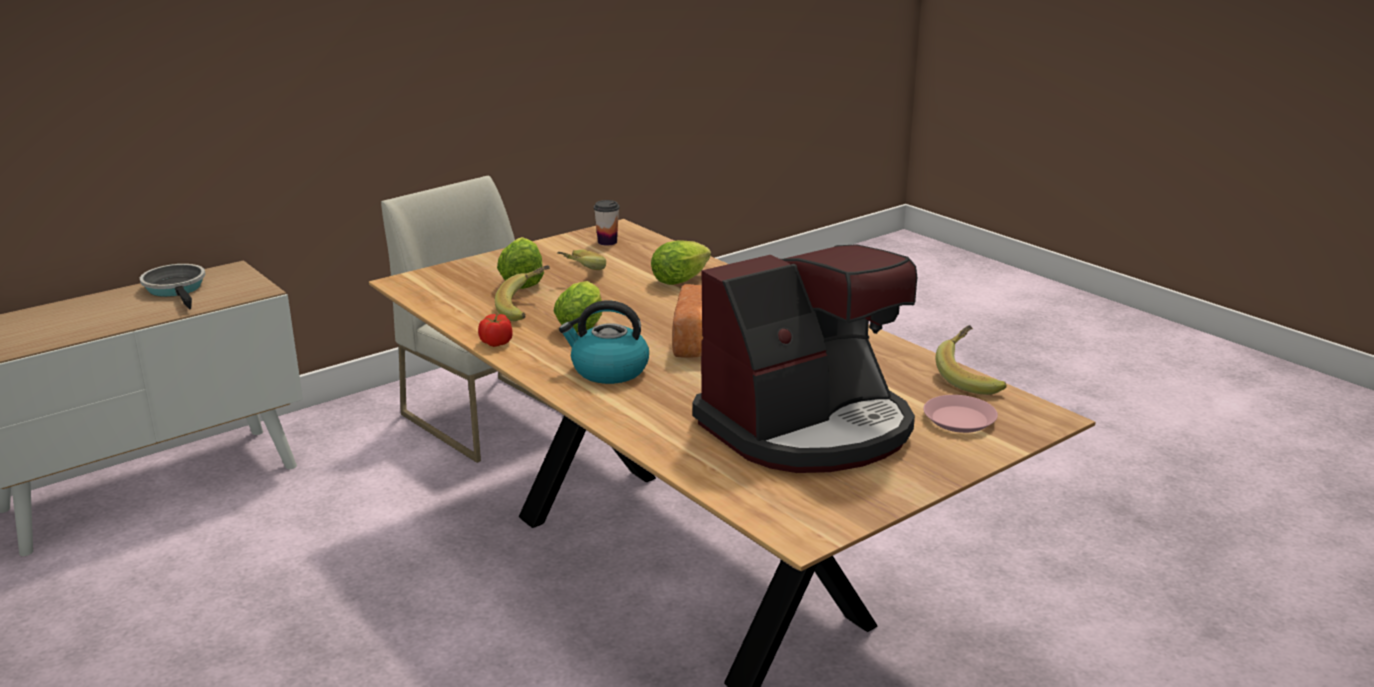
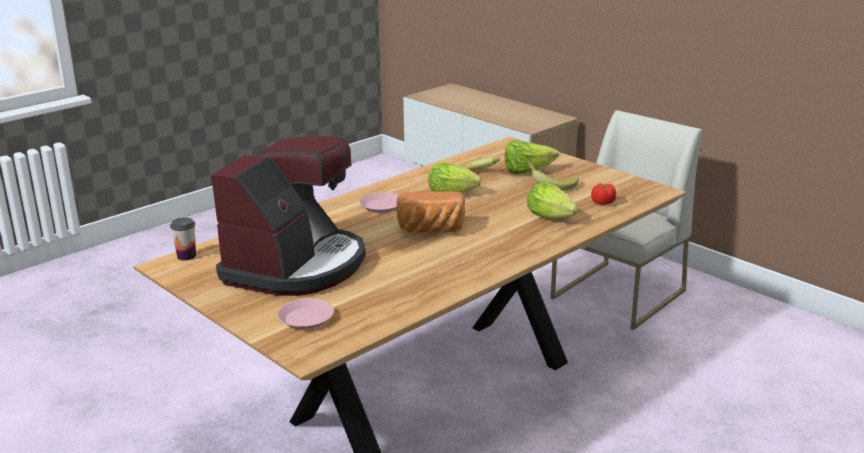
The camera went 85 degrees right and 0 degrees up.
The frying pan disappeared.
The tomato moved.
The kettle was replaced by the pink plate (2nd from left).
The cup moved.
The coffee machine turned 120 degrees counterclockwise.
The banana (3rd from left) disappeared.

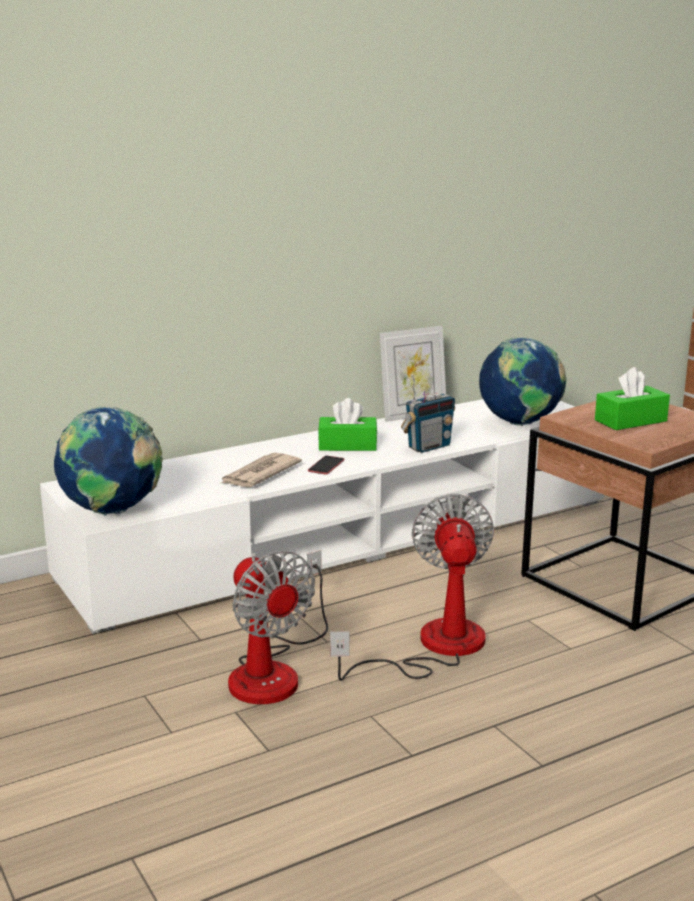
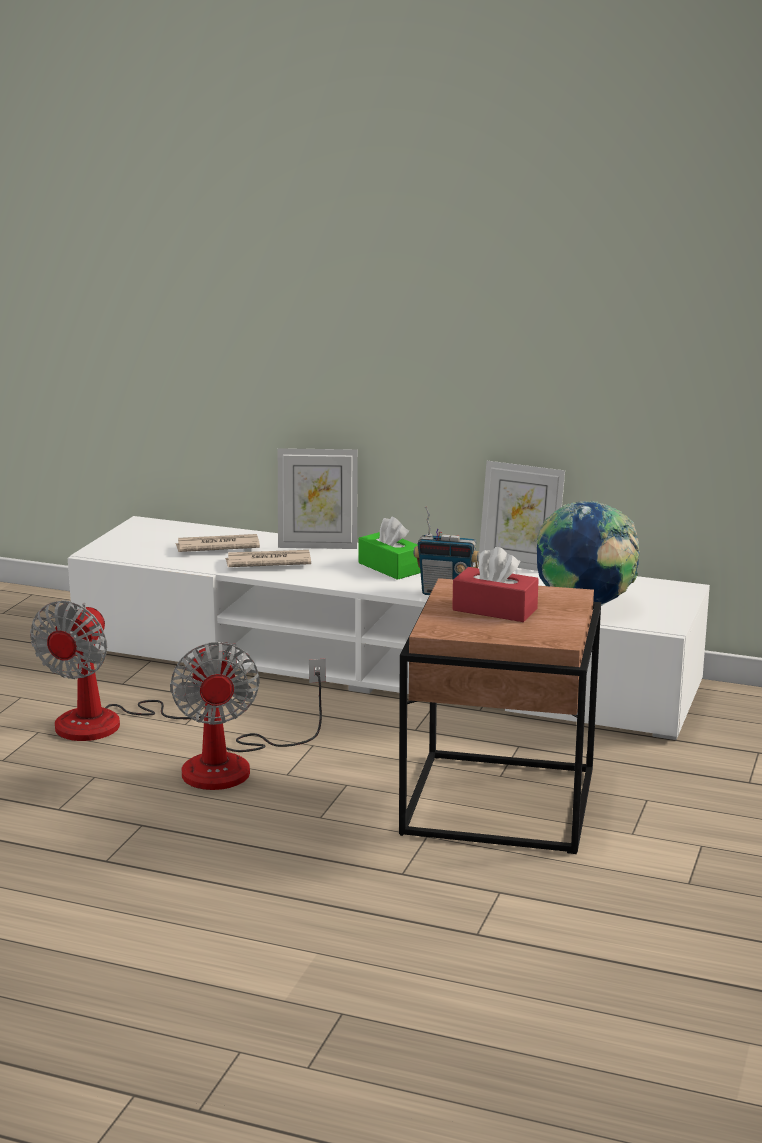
The camera went 50 degrees right and 0 degrees up.
The globe (1st from left) disappeared.
The phone disappeared.
The fan (2nd from left) turned 120 degrees clockwise.
The green tissue box (2nd from left) became the red tissue box.
The newspaper (1st from left) appeared.
The picture frame (1st from left) appeared.

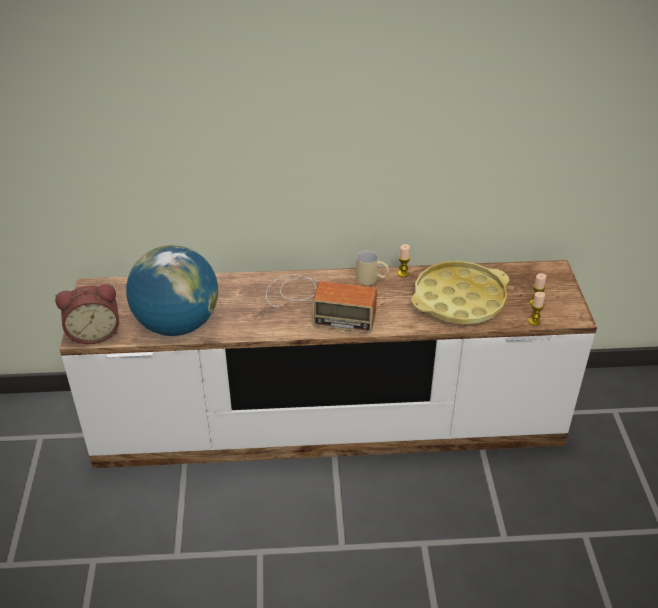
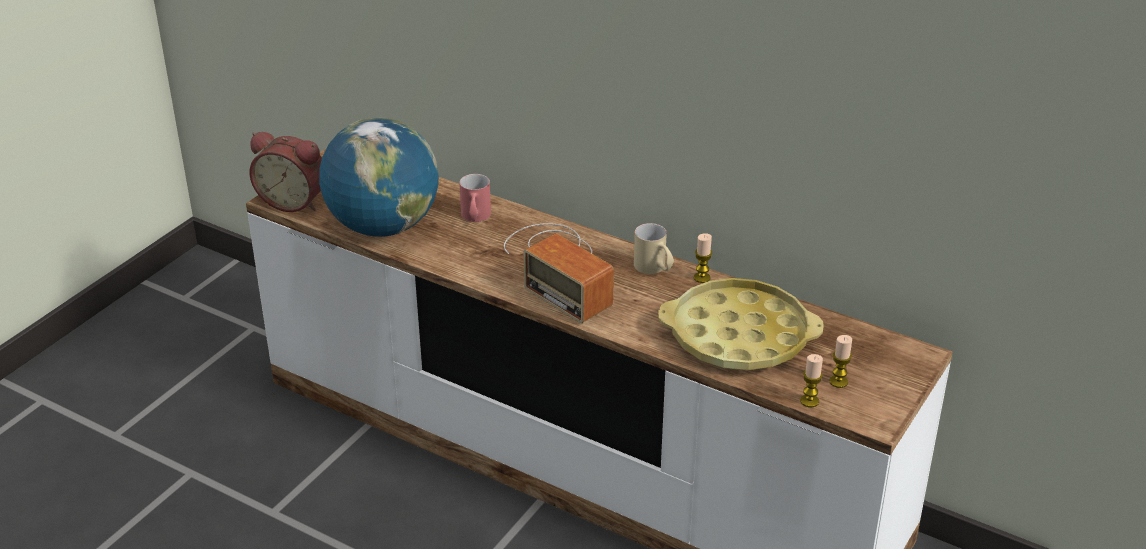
The camera went 35 degrees right and 5 degrees down.
The red mug appeared.

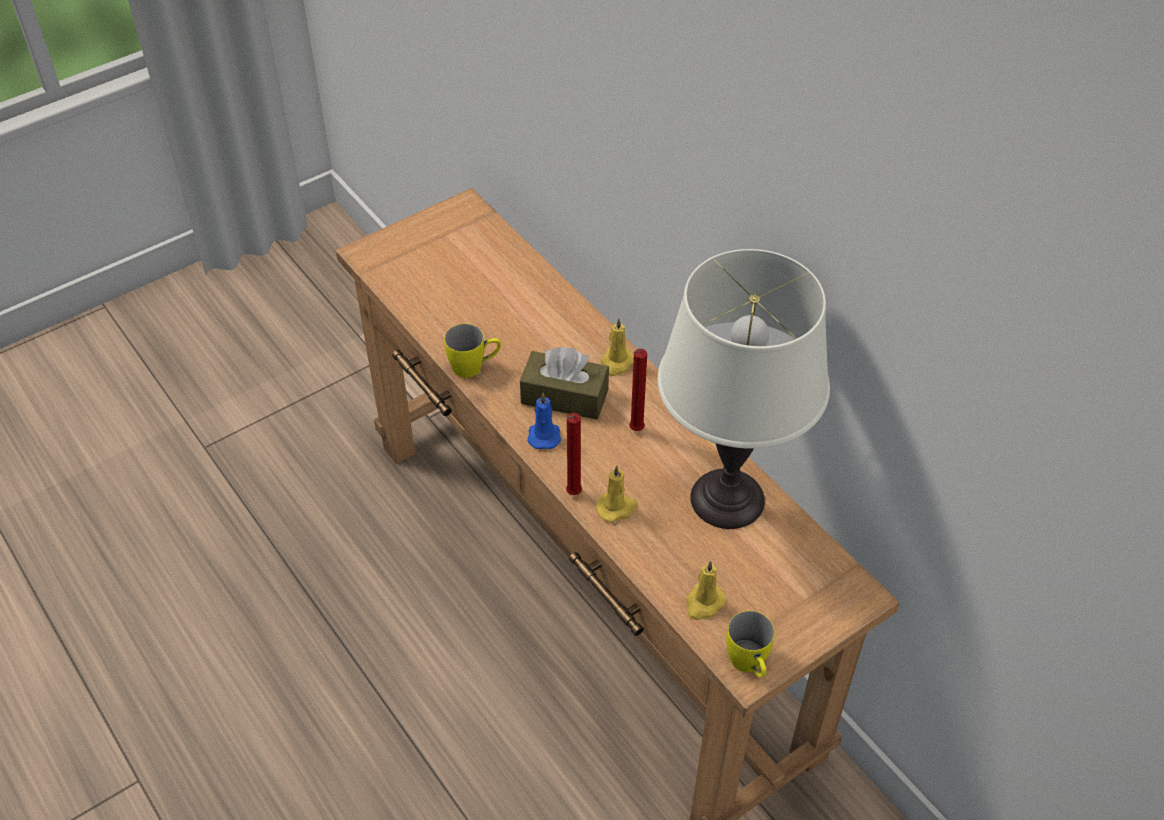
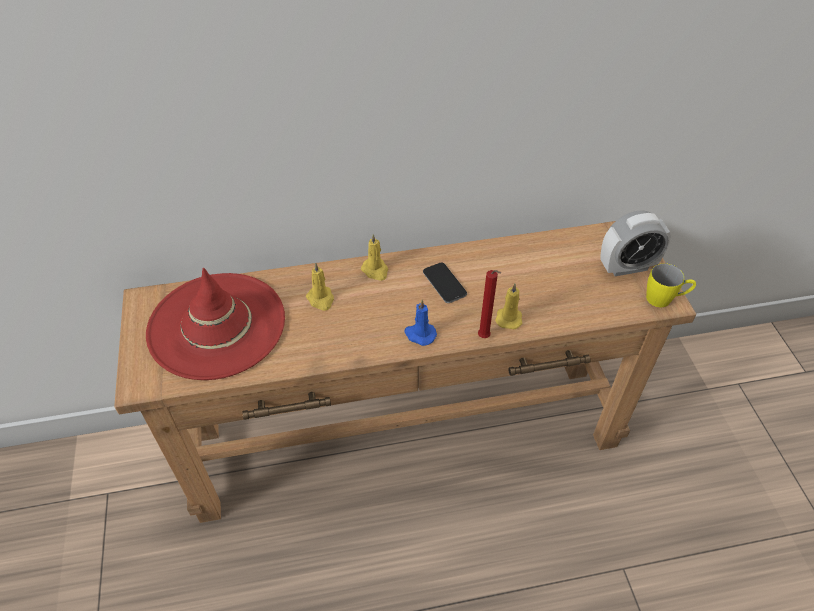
The camera went 65 degrees left and 0 degrees up.
The yellow mug (1st from left) disappeared.
The brown tissue box disappeared.
The red candle (2nd from left) was replaced by the phone.
The white table lamp disappeared.
The yellow candle (3rd from left in the first image) moved.
The red hat appeared.
The alarm clock appeared.

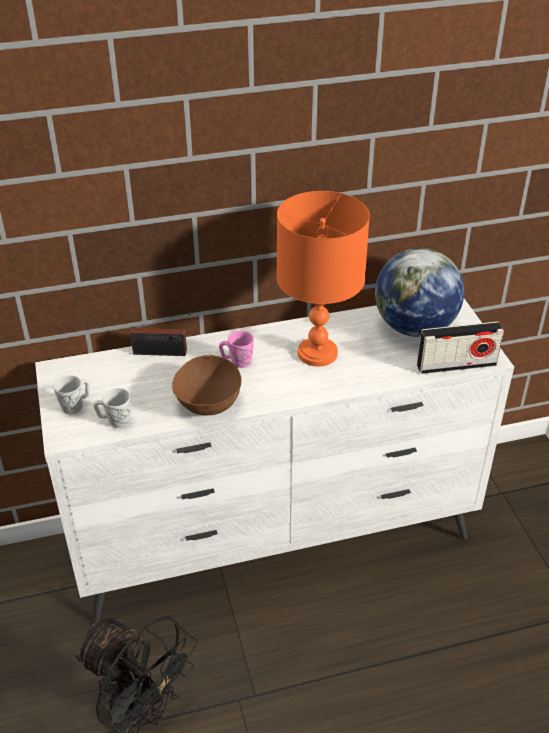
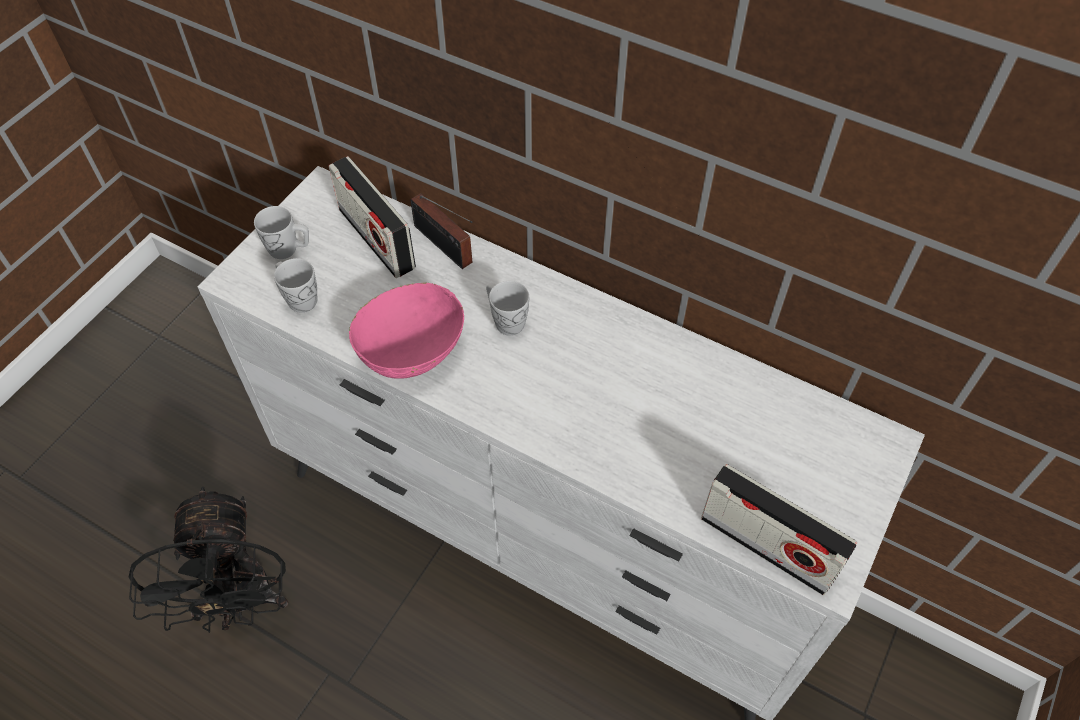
The camera went 45 degrees right and 15 degrees up.
The brown bowl became the pink bowl.
The pink mug became the white mug (3rd from left).
The orange table lamp disappeared.
The globe disappeared.
The radio (1st from left) appeared.

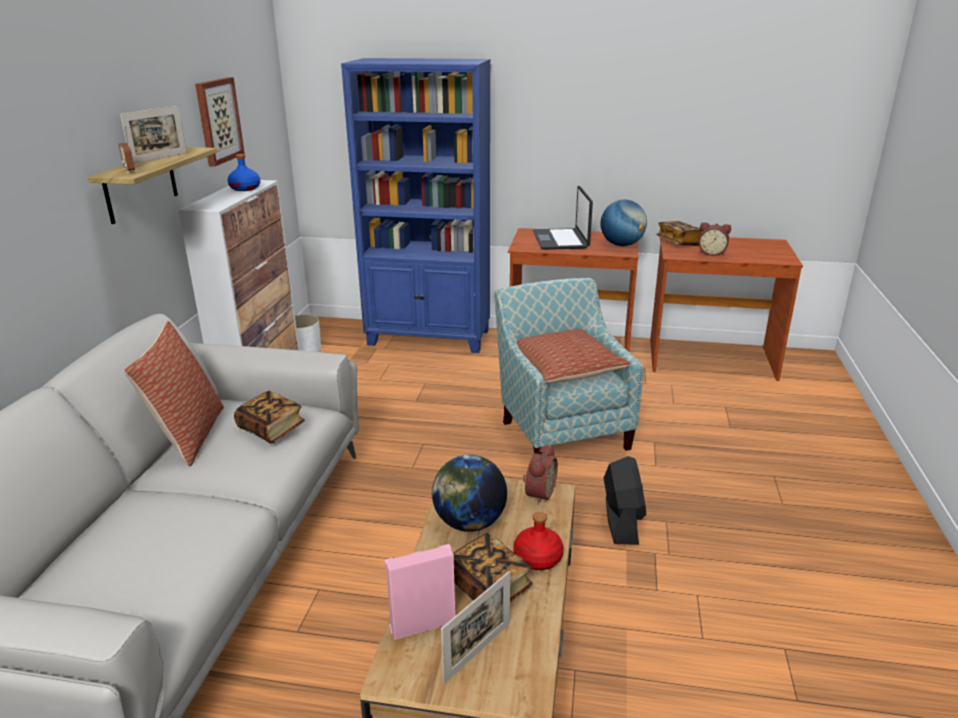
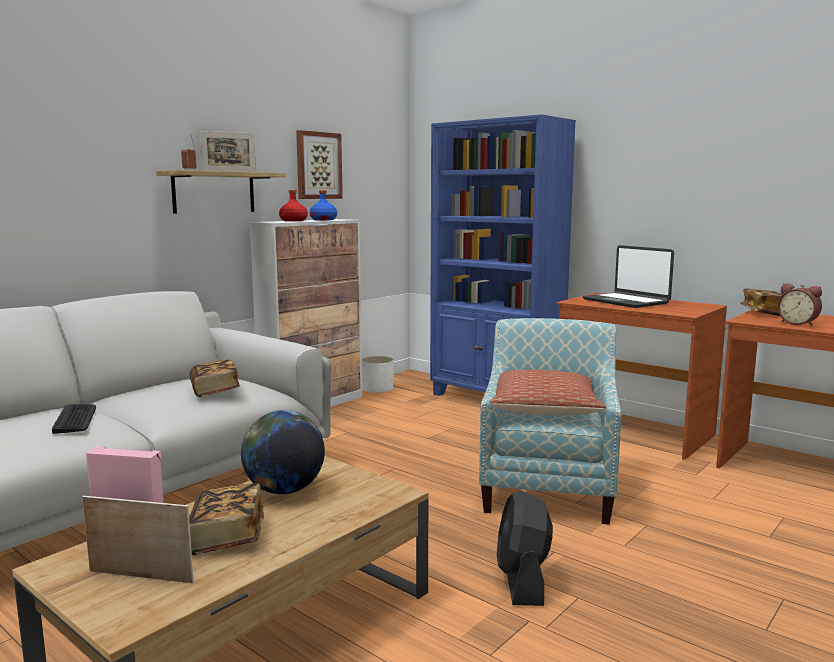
The camera went 30 degrees right and 15 degrees down.
The pillow (1st from left) disappeared.
The picture frame (2nd from left in the first image) turned 150 degrees counterclockwise.
The red bottle moved.
The alarm clock (1st from left) disappeared.
The laptop turned 60 degrees counterclockwise.
The globe (2nd from left) disappeared.
The black fan turned 150 degrees clockwise.
The keyboard appeared.

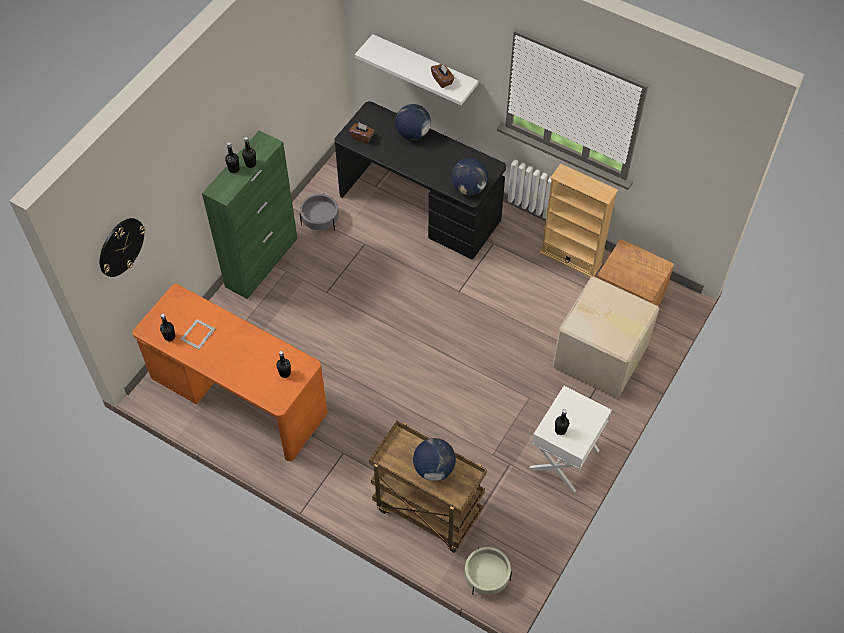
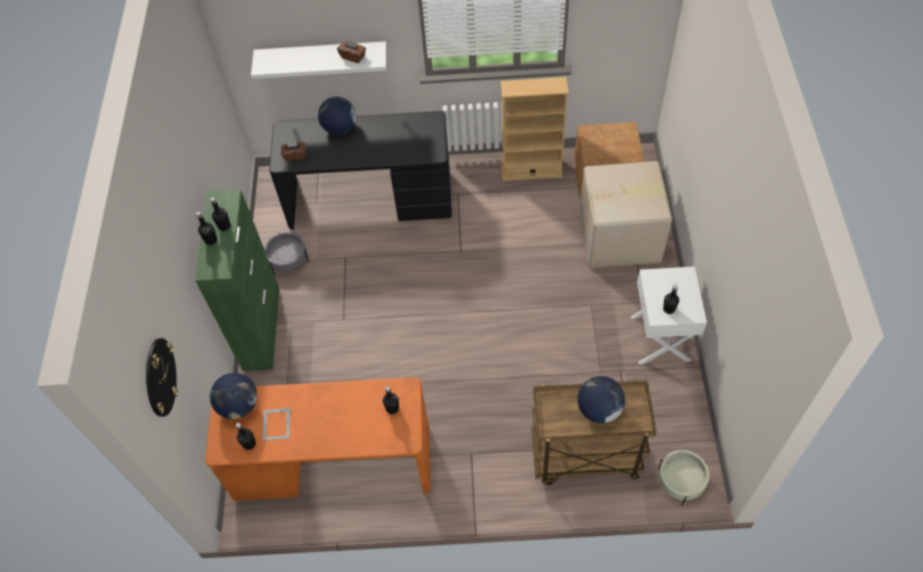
The camera went 30 degrees left and 0 degrees up.
The globe (3rd from left in the first image) moved.

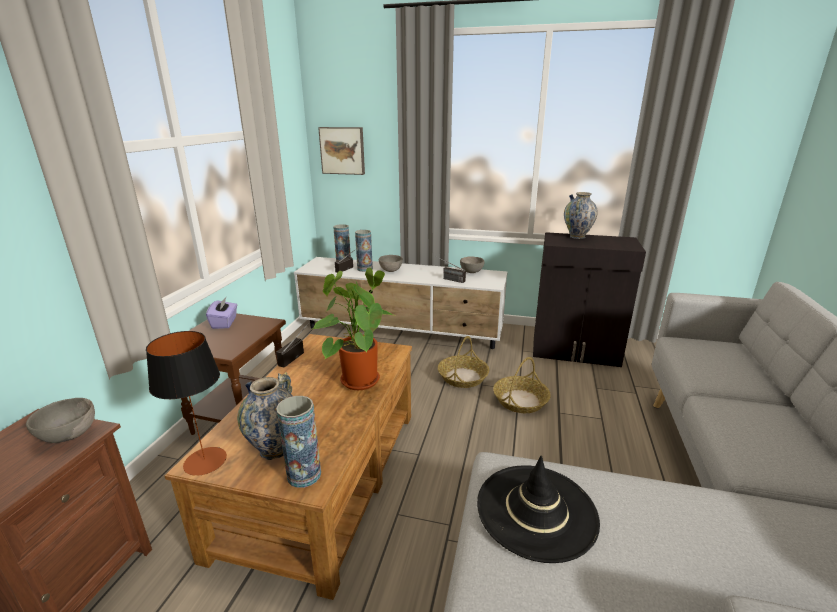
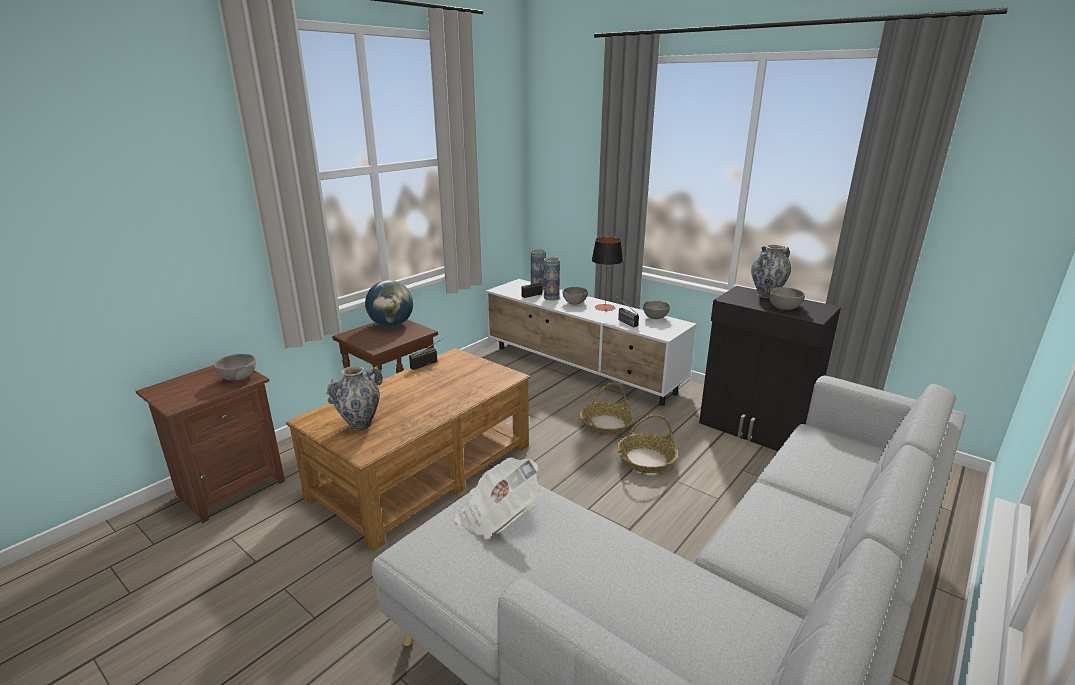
The camera went 25 degrees right and 0 degrees up.
The table lamp moved.
The purple tissue box was replaced by the globe.
The vase (2nd from left) disappeared.
The potted plant disappeared.
The picture disappeared.
The black hat was replaced by the newspaper.
The grey bowl (4th from left) appeared.

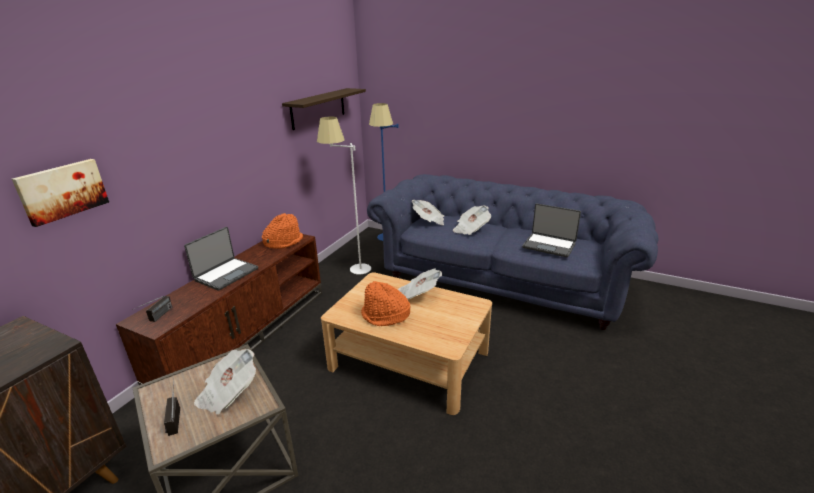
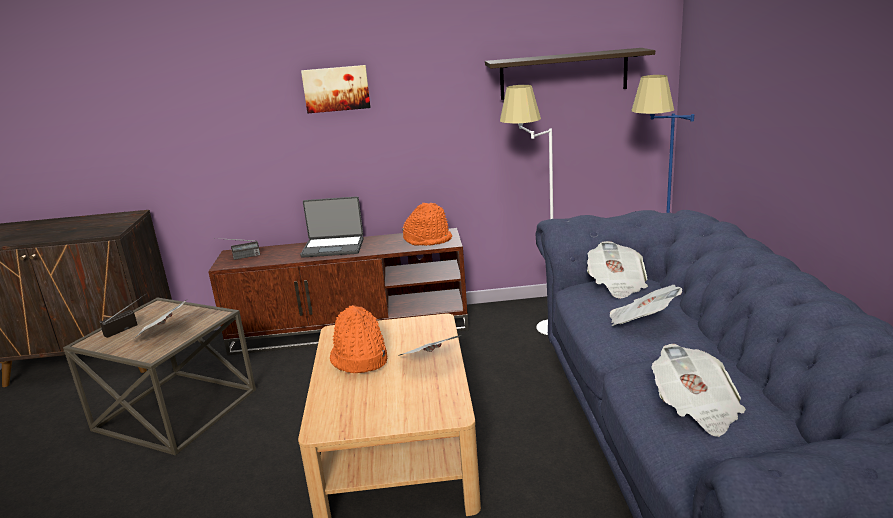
The camera went 60 degrees right and 5 degrees down.
The picture moved.
The laptop (2nd from left) was replaced by the newspaper (5th from left).

